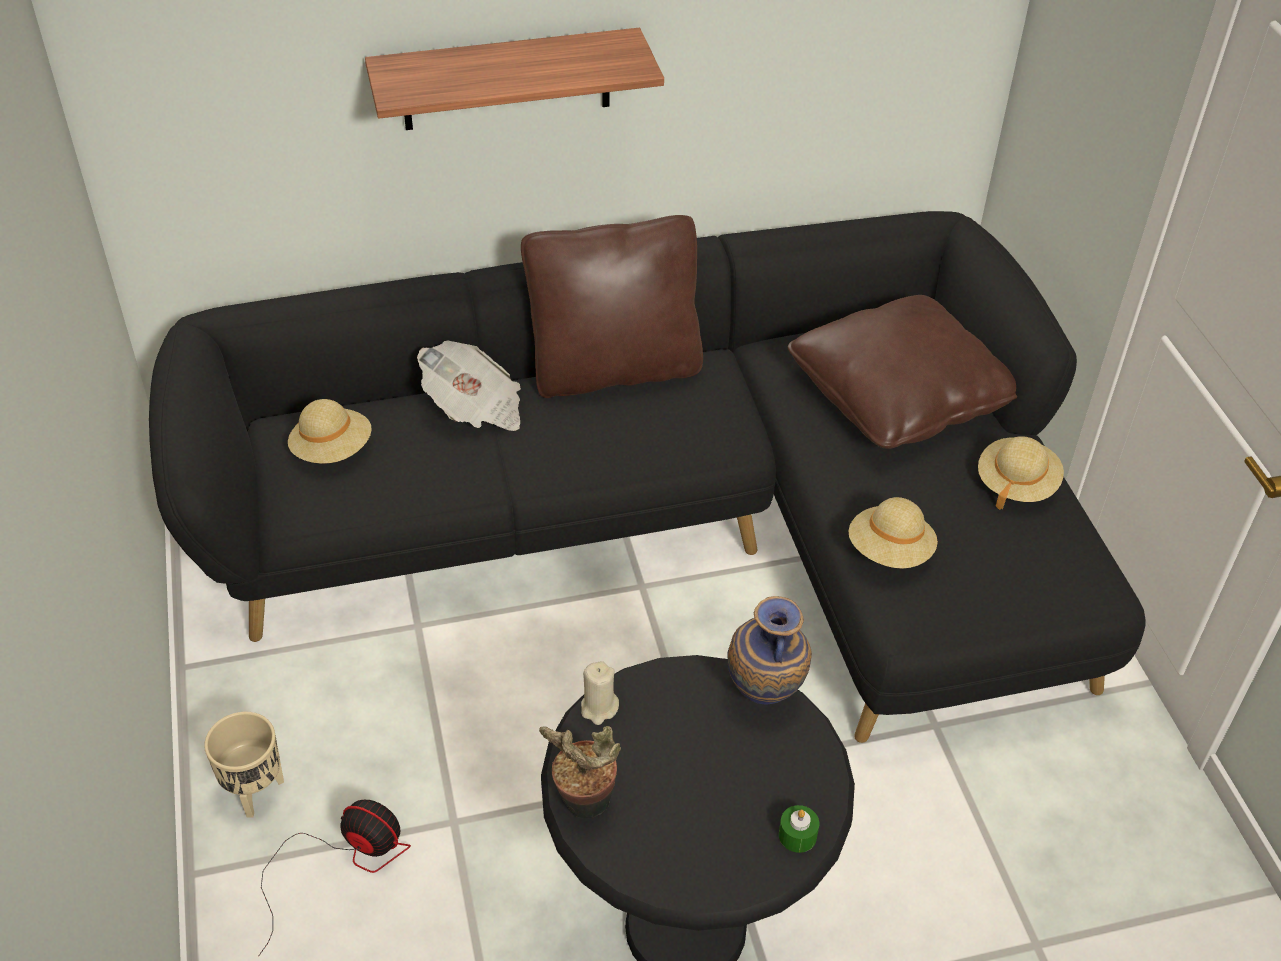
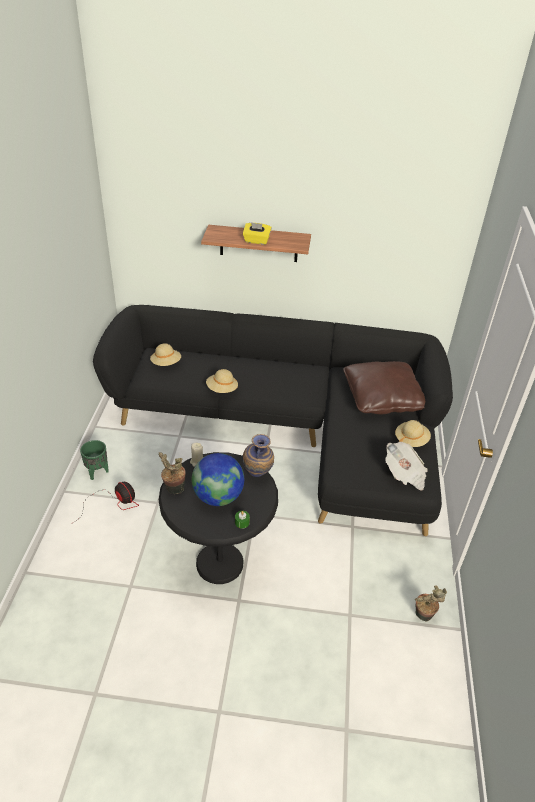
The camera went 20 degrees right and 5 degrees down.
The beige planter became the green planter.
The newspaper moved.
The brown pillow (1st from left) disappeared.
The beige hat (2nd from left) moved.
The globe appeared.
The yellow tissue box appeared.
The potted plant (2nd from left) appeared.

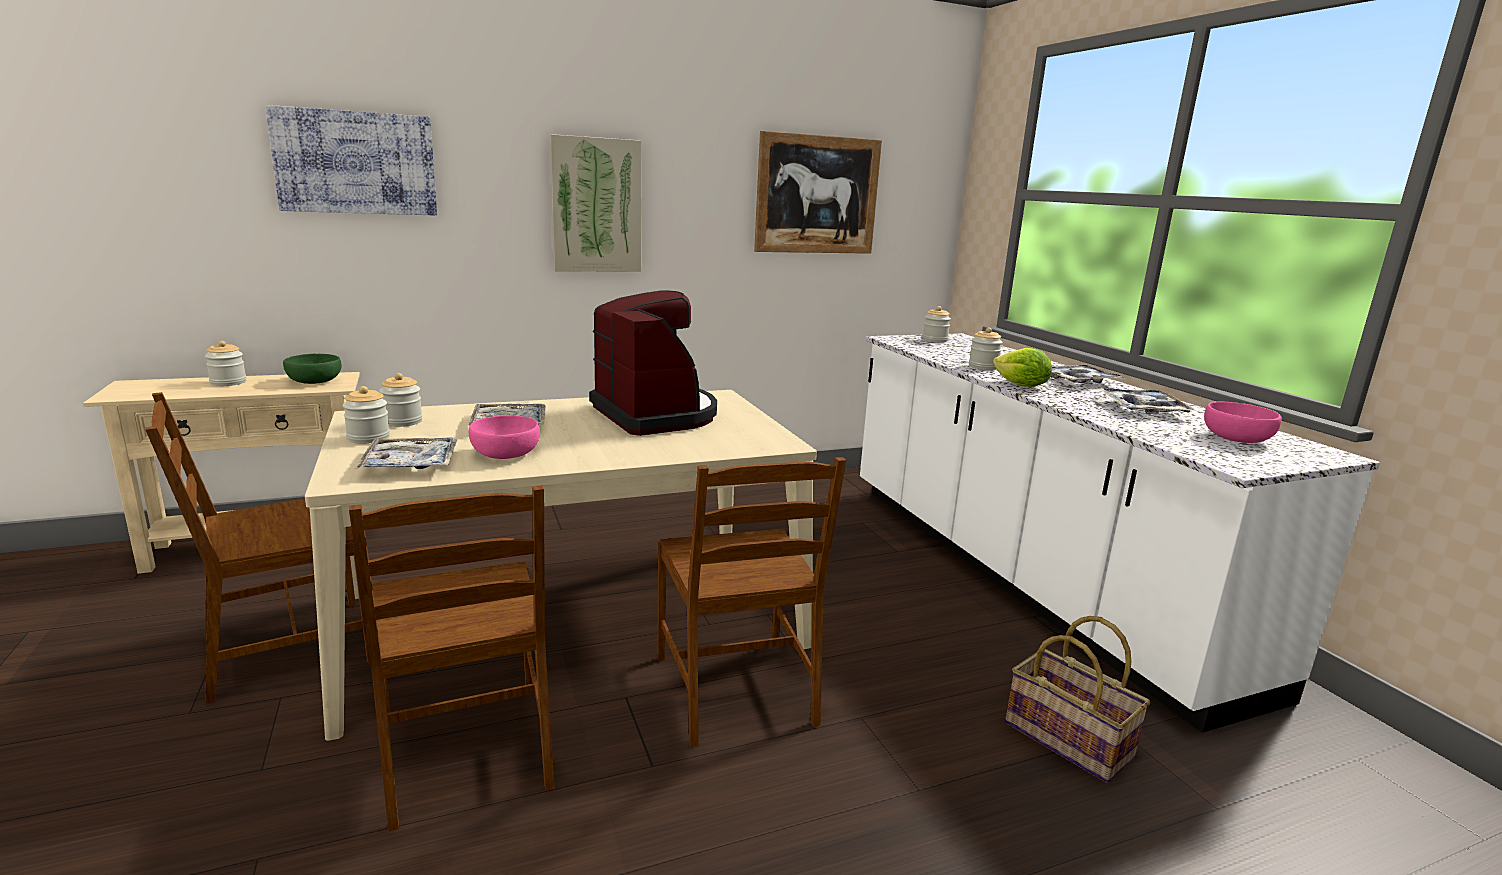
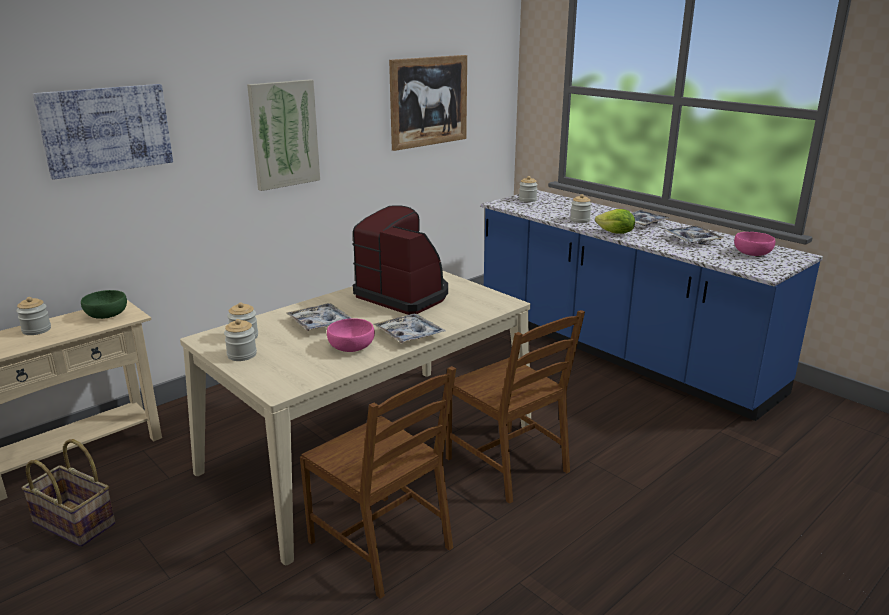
The camera went 20 degrees left and 5 degrees up.
The brown chair (1st from left) disappeared.
The tray (1st from left in the first image) moved.
The white counter became the blue counter.
The basket moved.

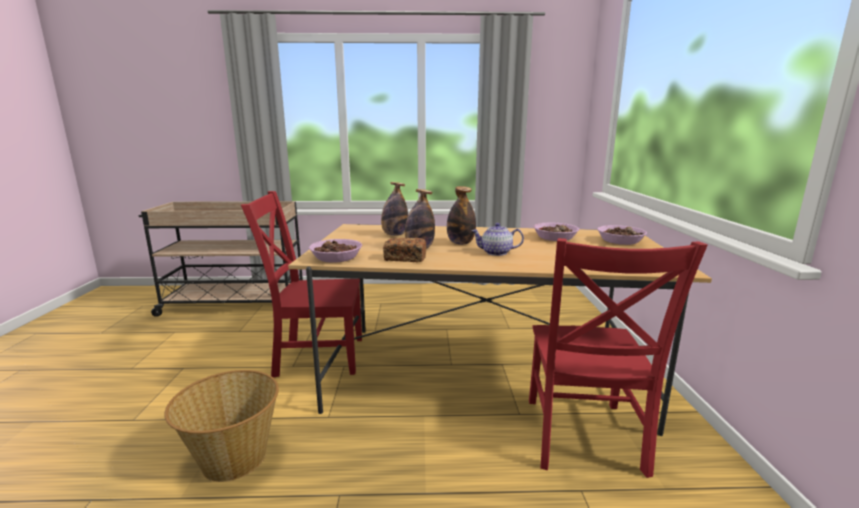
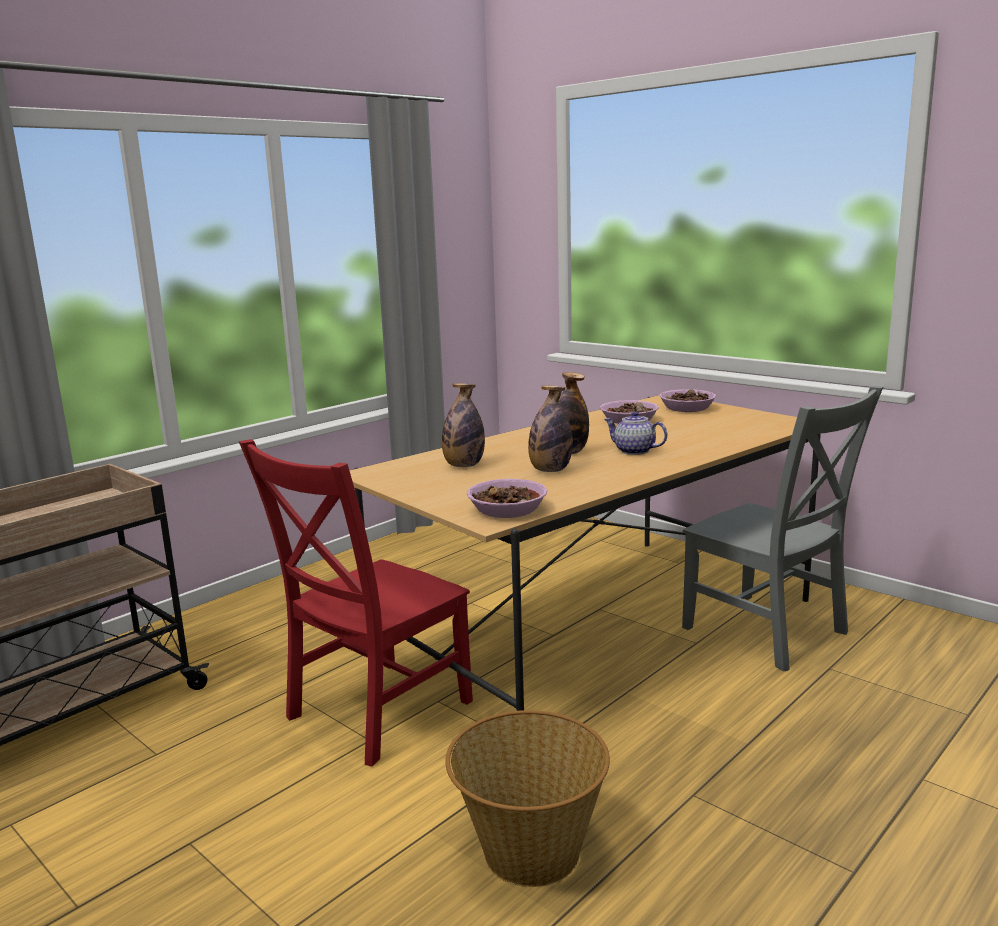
The camera went 45 degrees left and 0 degrees up.
The bread disappeared.
The teapot turned 75 degrees clockwise.
The red chair (2nd from left) became the grey chair.

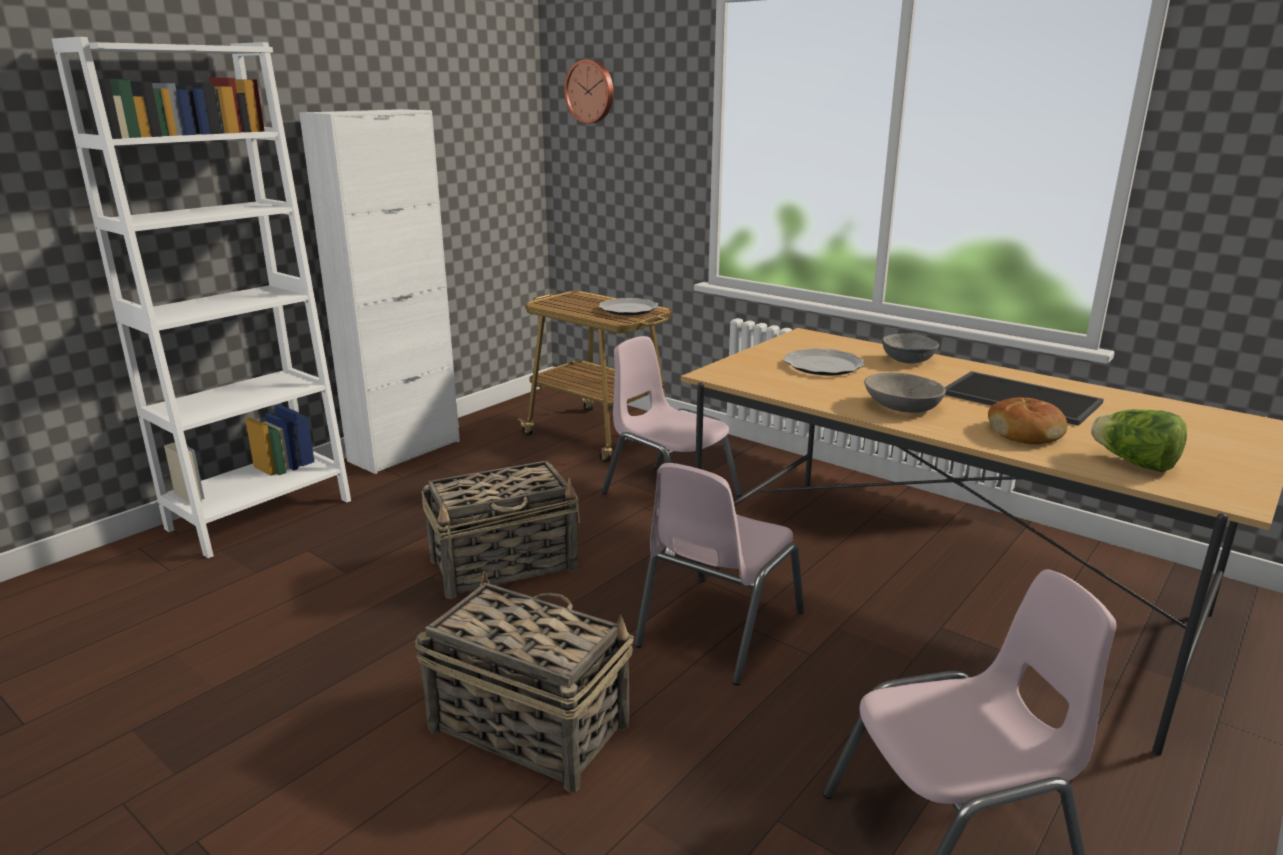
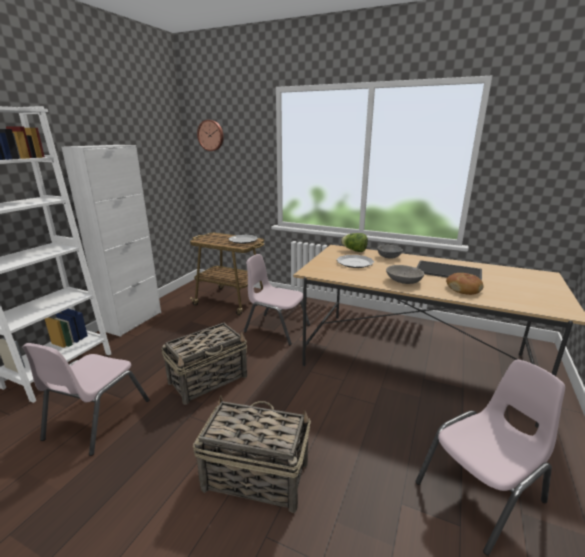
The camera went 15 degrees left and 0 degrees up.
The pink chair (2nd from left in the first image) moved.
The lettuce moved.

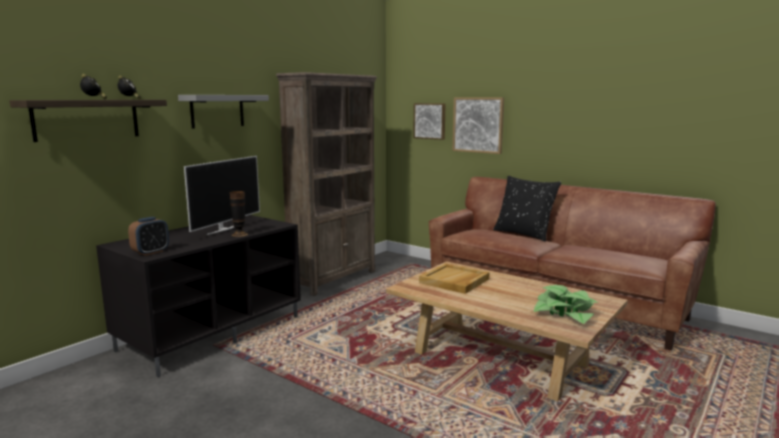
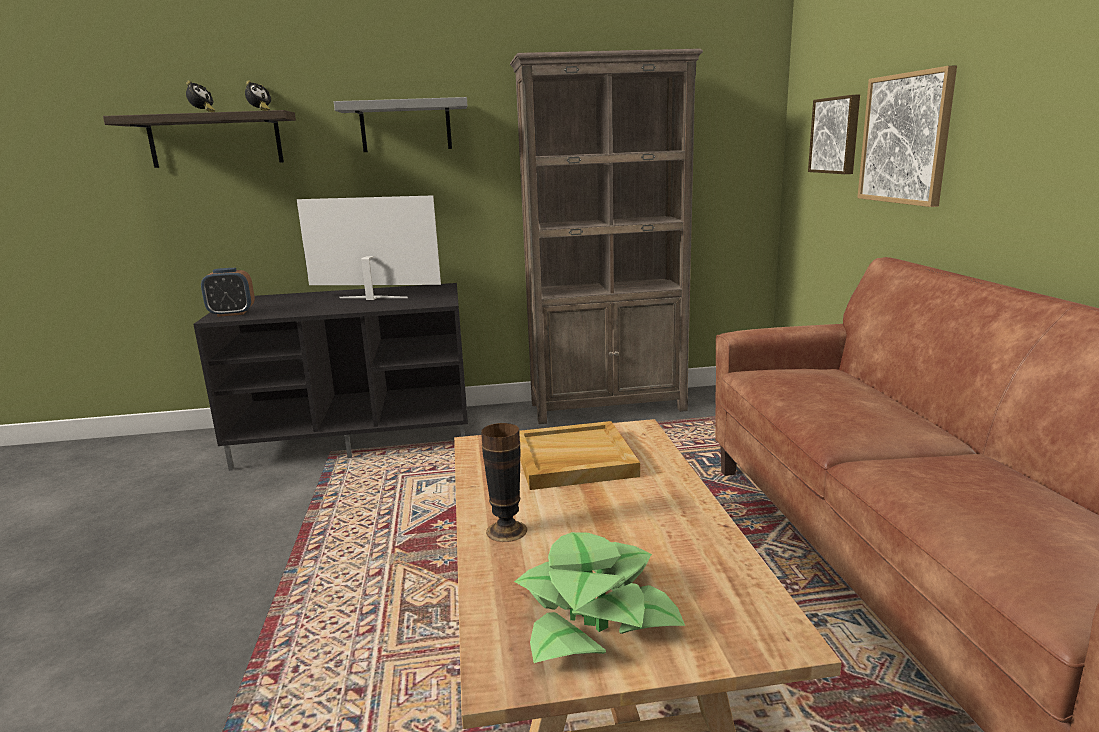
The camera went 45 degrees right and 5 degrees up.
The television turned 150 degrees counterclockwise.
The vase moved.
The black pillow disappeared.

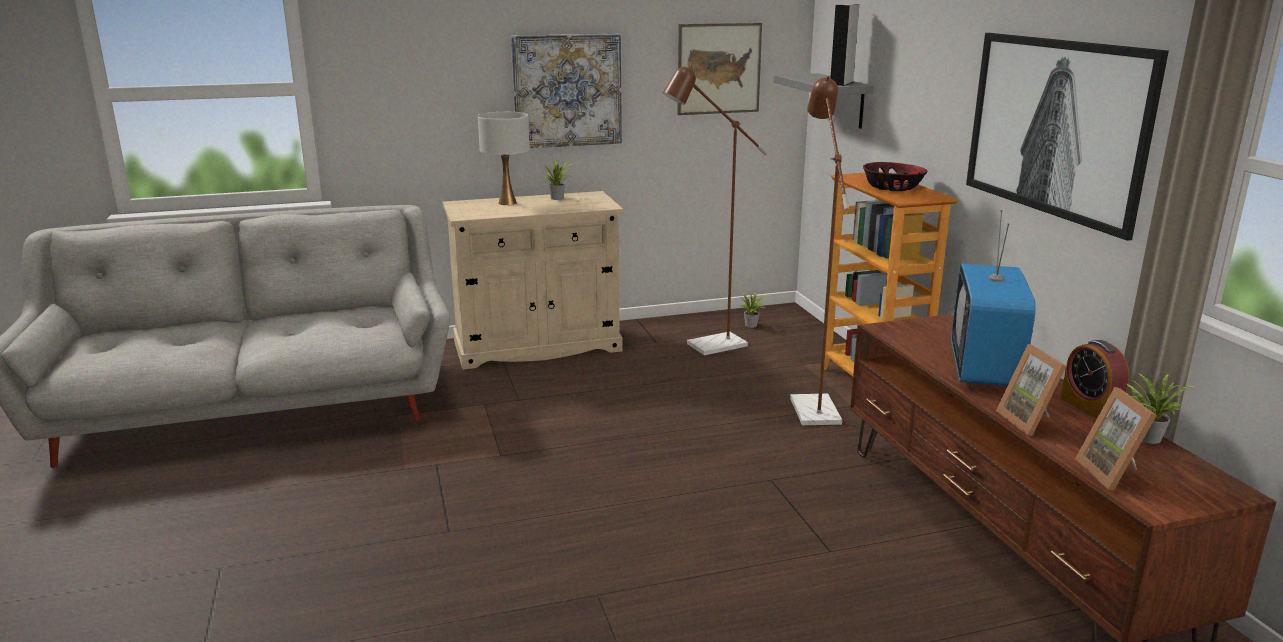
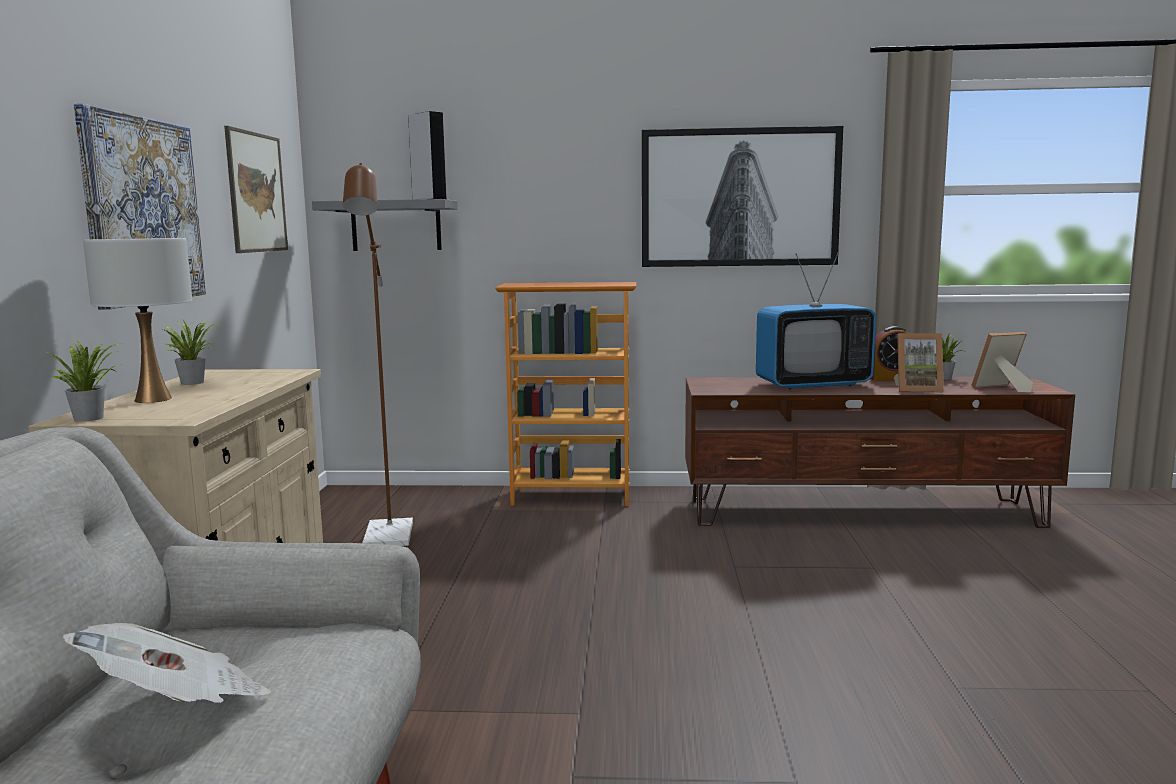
The camera went 70 degrees left and 10 degrees down.
The potted plant (2nd from left in the first image) moved.
The brown floor lamp (2nd from left) disappeared.
The bowl disappeared.
The television turned 45 degrees counterclockwise.
The picture frame (2nd from left) turned 150 degrees clockwise.
The newspaper appeared.

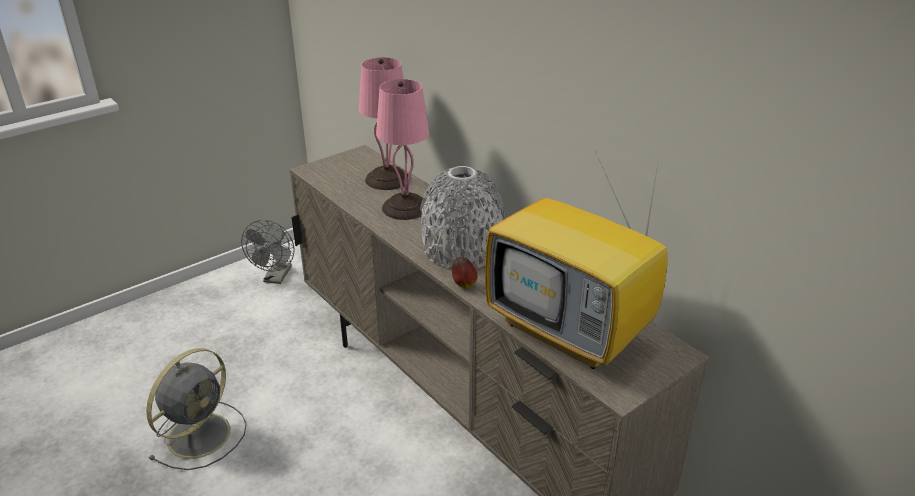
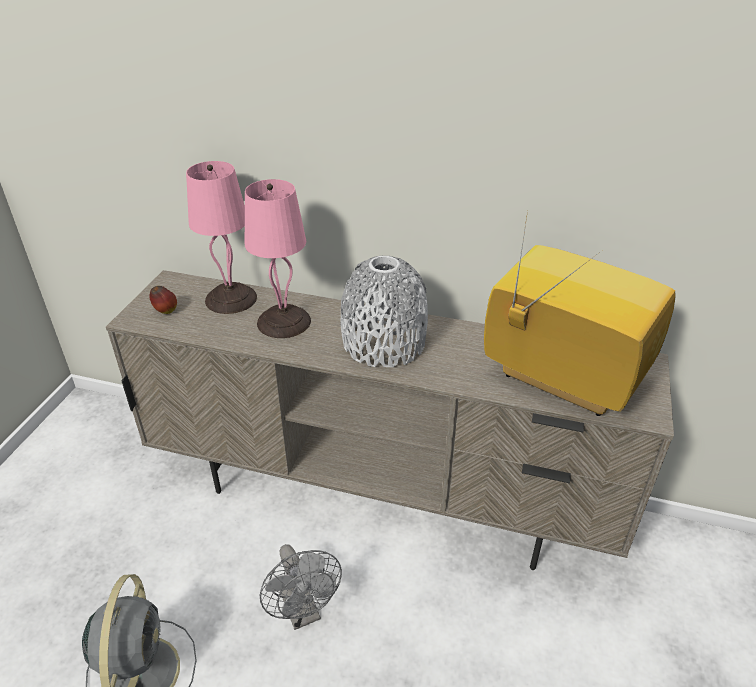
The camera went 35 degrees left and 5 degrees up.
The grey fan (2nd from left) moved.
The apple moved.
The television turned 150 degrees counterclockwise.

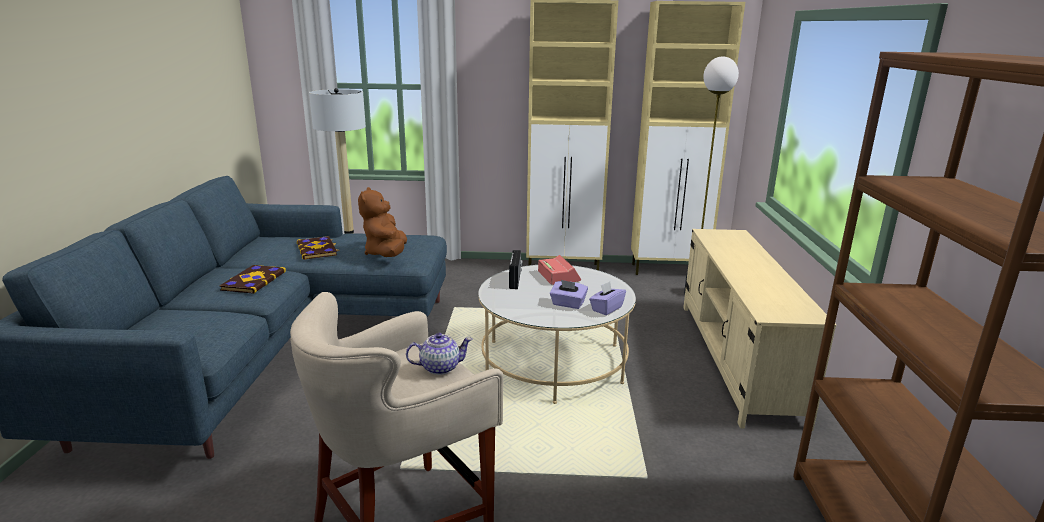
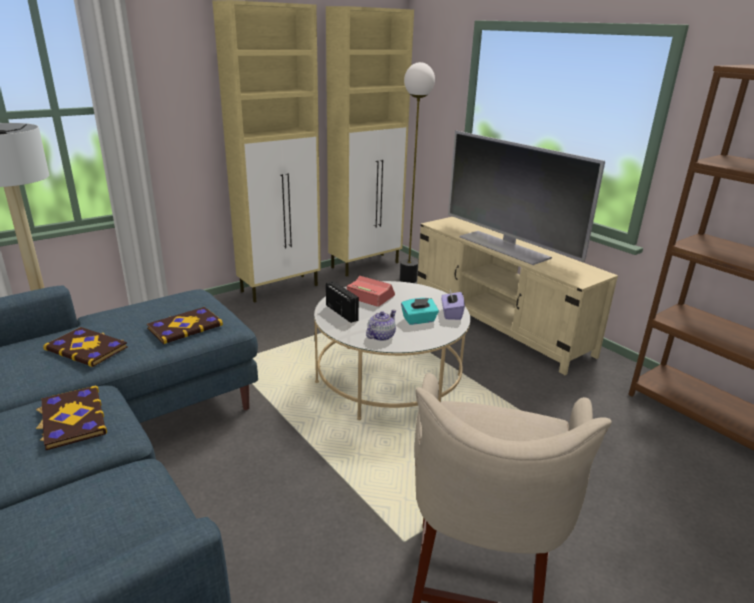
The camera went 40 degrees left and 5 degrees up.
The brown plush toy was replaced by the book (3rd from left).
The teapot moved.
The purple tissue box (1st from left) became the turquoise tissue box.
The television appeared.

